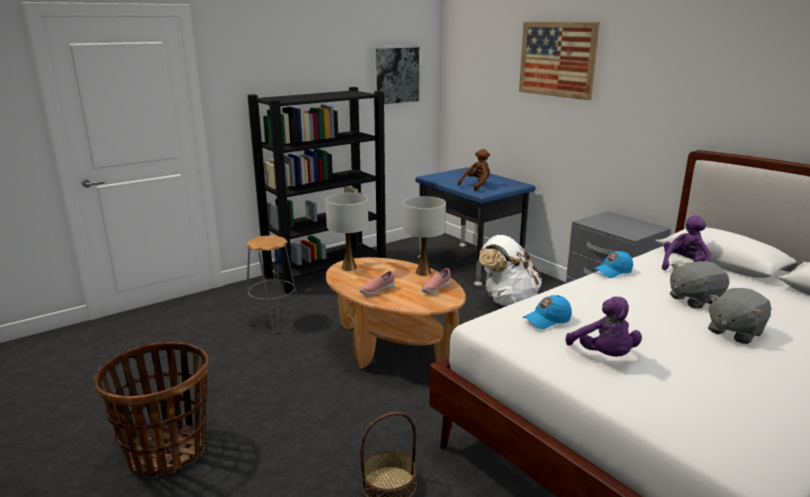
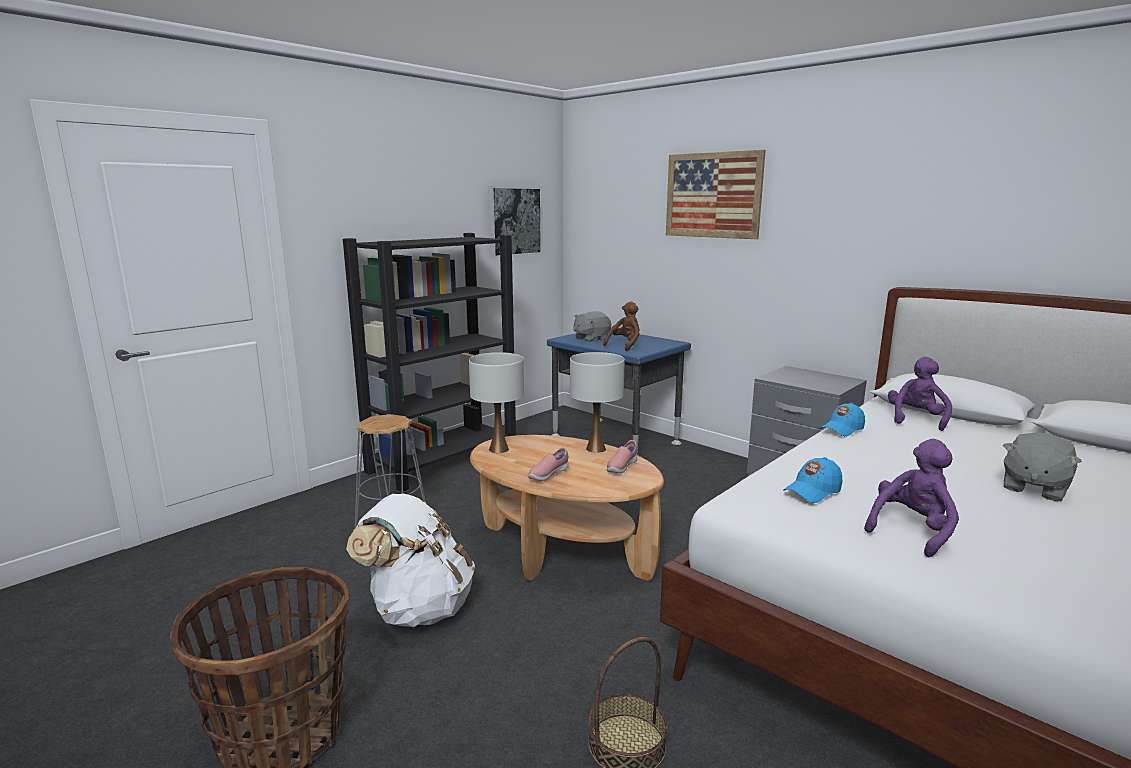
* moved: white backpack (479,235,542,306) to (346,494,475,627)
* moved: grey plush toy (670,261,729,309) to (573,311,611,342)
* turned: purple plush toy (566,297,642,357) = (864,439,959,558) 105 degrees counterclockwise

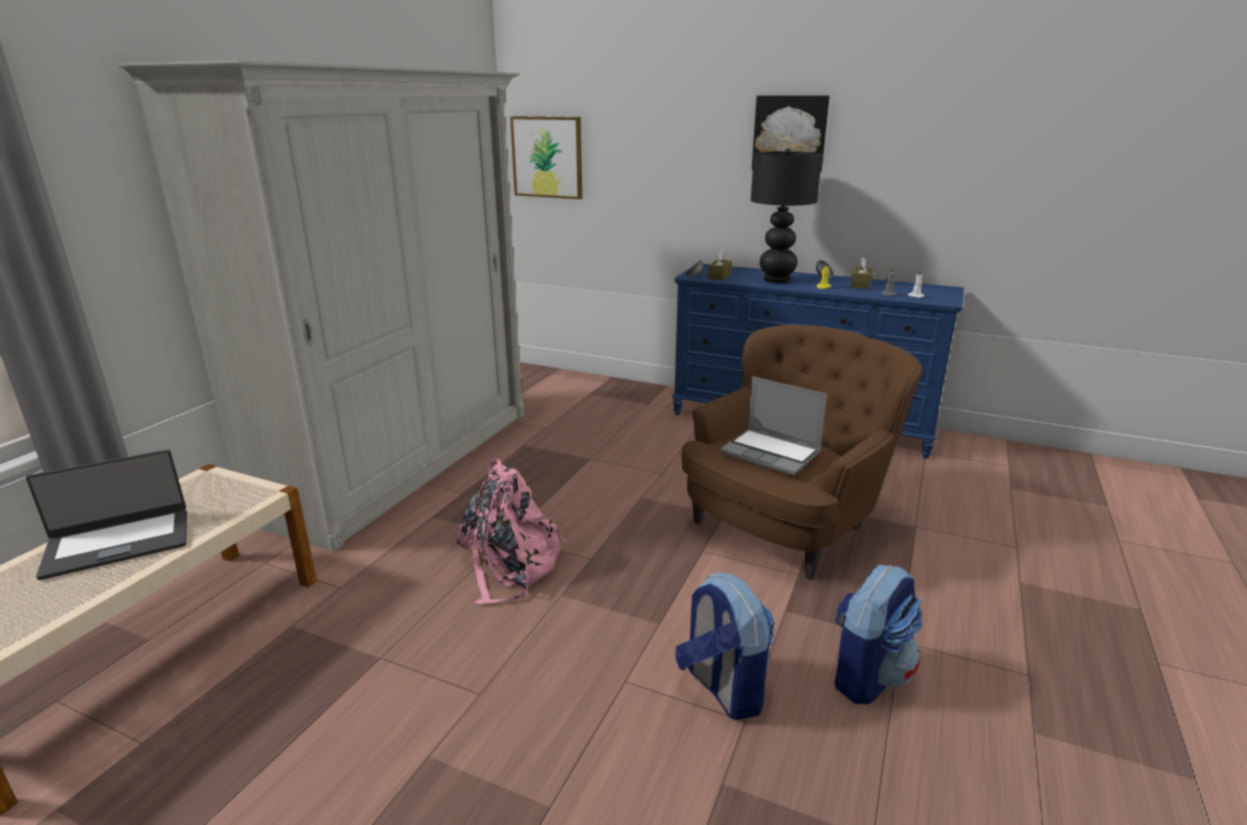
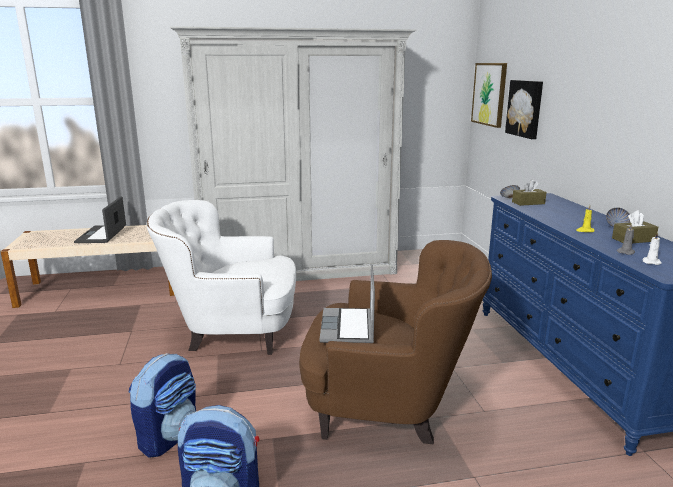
* turned: laptop (26,449,187,580) = (74,196,126,243) 60 degrees clockwise
* replaced: pink backpack (457,459,566,605) to white armchair (147,200,296,355)
* moved: picture (752,95,830,172) to (505,80,543,139)
* removed: black table lamp (751,148,822,283)

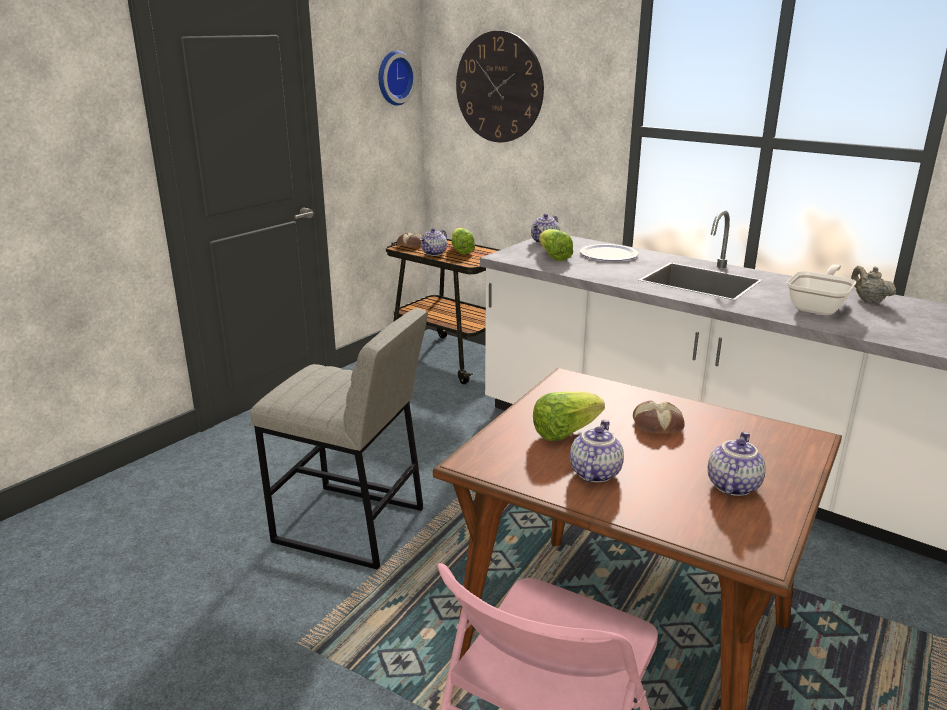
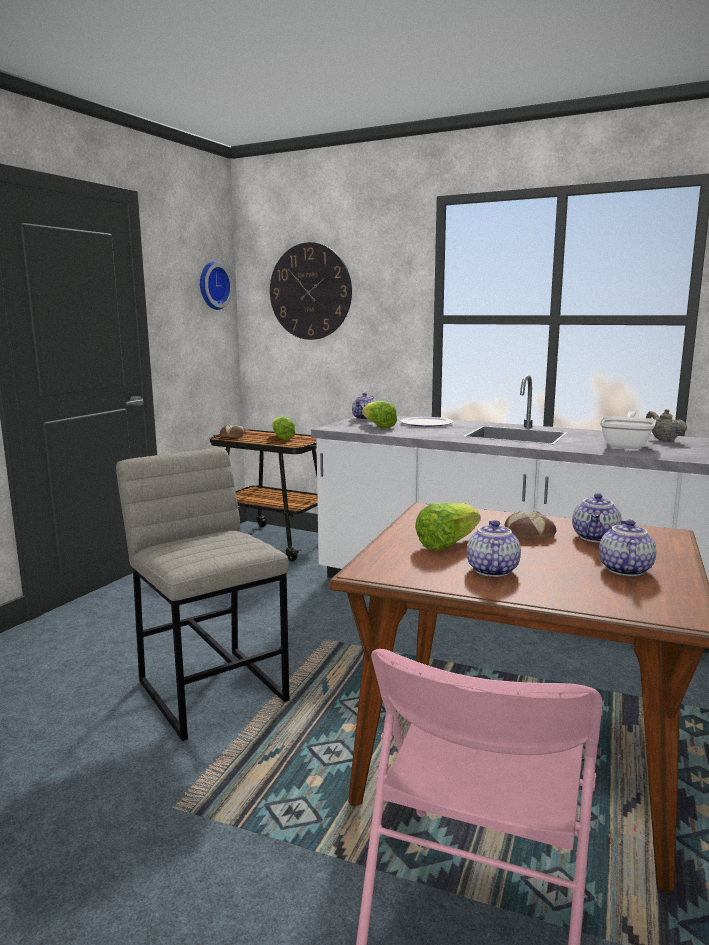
* turned: grey chair (250,308,428,570) = (116,448,289,741) 135 degrees counterclockwise
* moved: teapot (420,228,447,256) to (572,493,622,543)

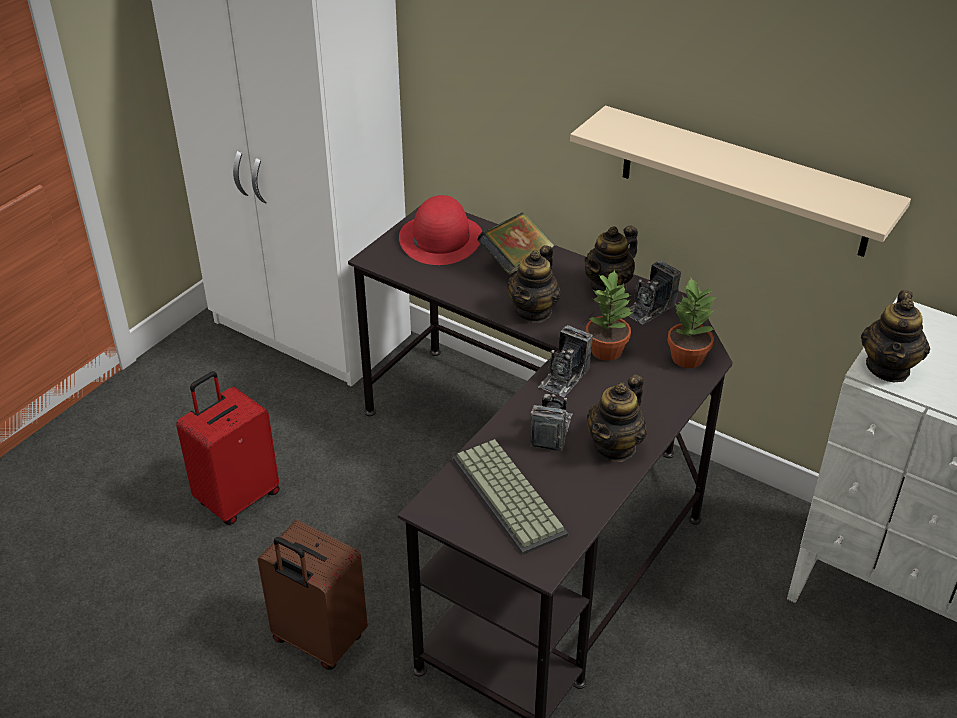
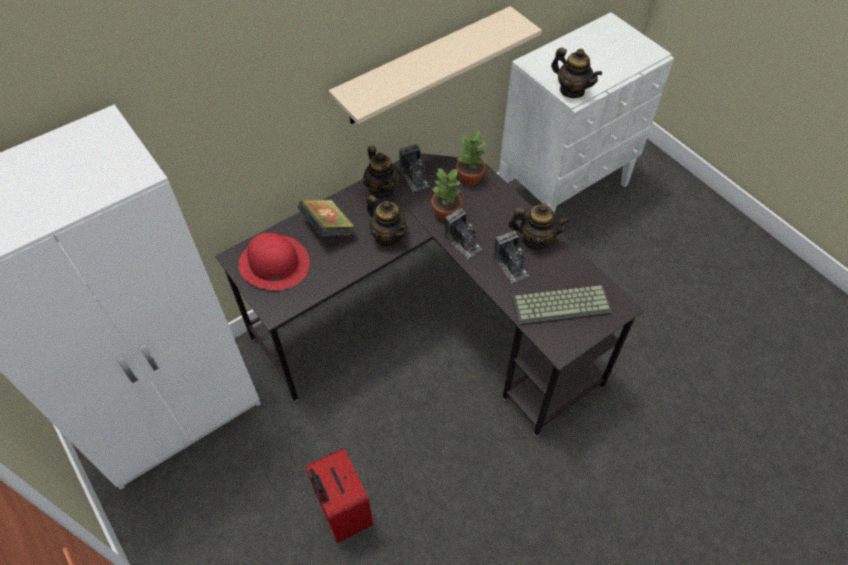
* turned: photo camera (530,392,573,451) = (494,231,529,284) 150 degrees counterclockwise
* turned: teapot (587,374,647,462) = (508,204,571,250) 45 degrees counterclockwise
* removed: brown suitcase (258,520,368,670)

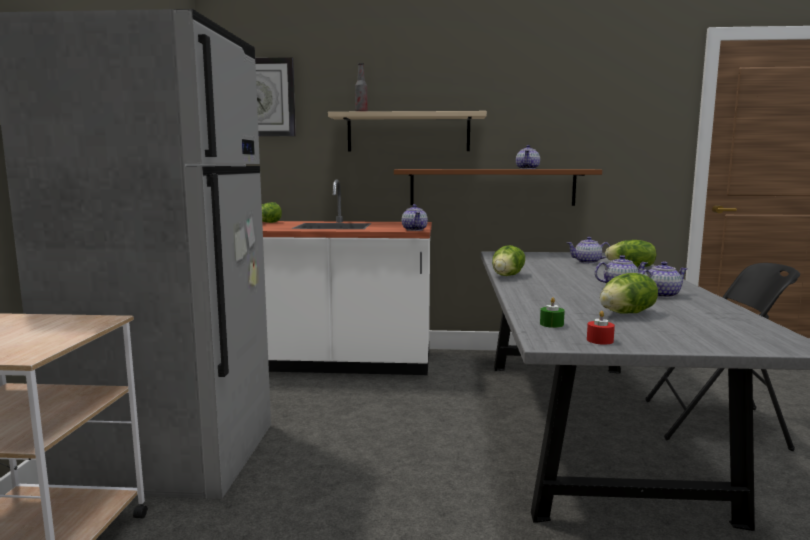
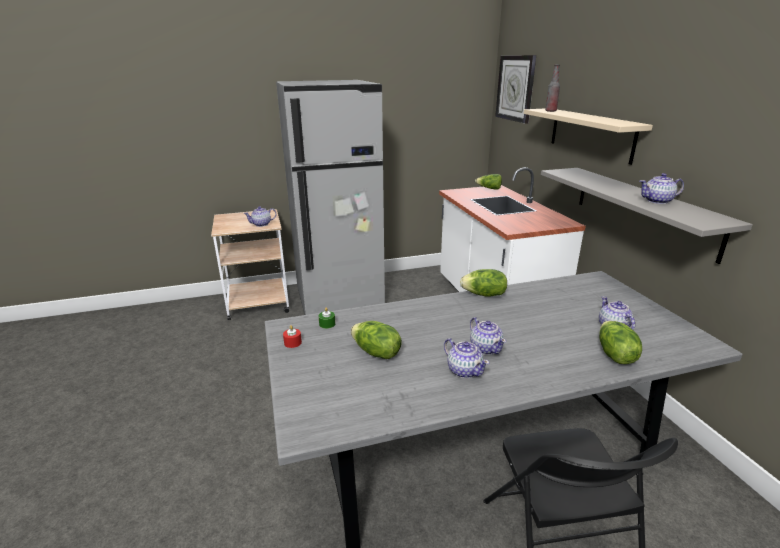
* moved: teapot (402,204,428,231) to (244,206,276,227)
* recoloured: brown shelf (394,169,602,206) to grey shelf (541,168,753,264)

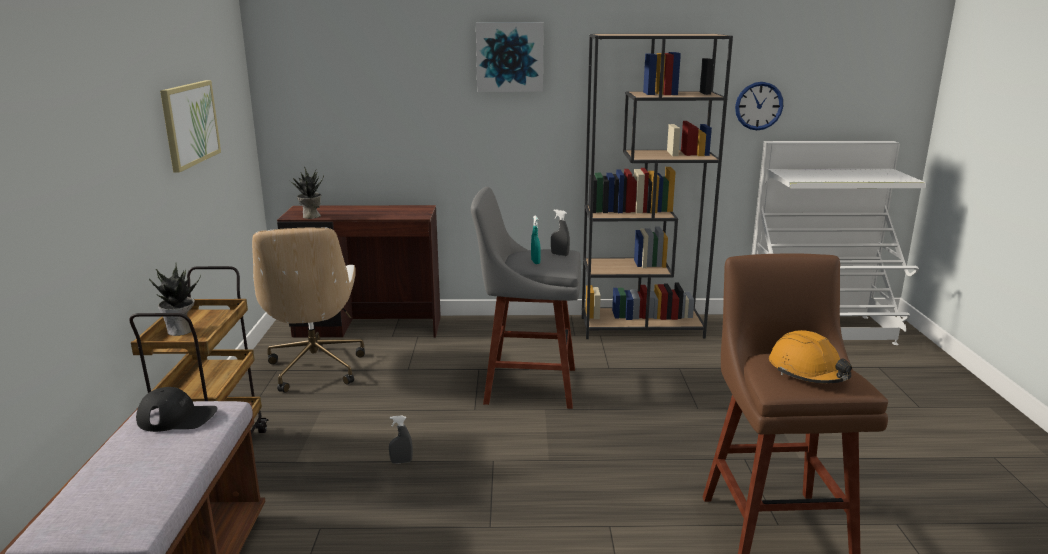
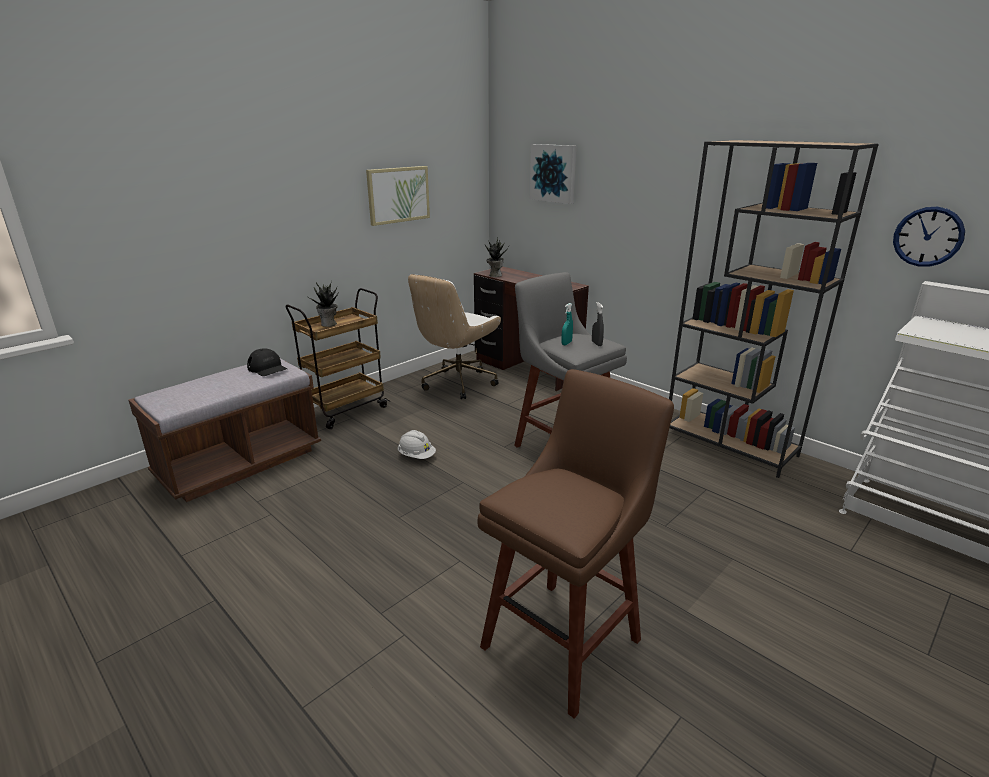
* replaced: grey spray bottle (389,415,413,464) to white hard hat (398,430,436,459)
* moved: picture (476,22,544,92) to (530,144,576,204)
* removed: orange hard hat (769,330,852,383)

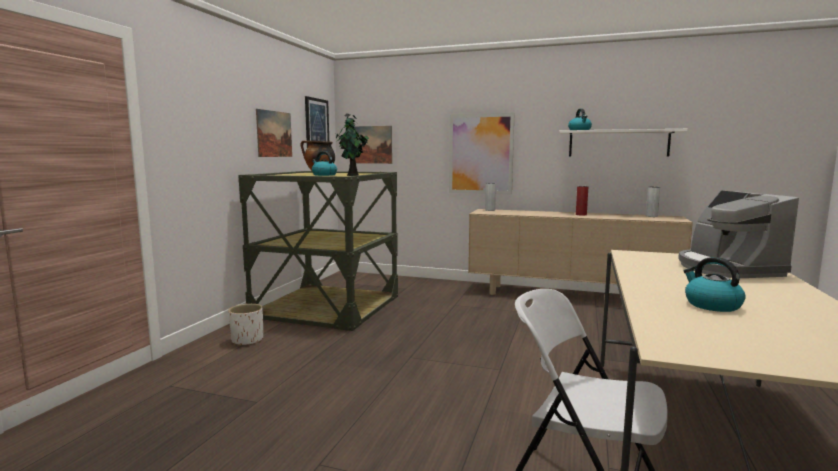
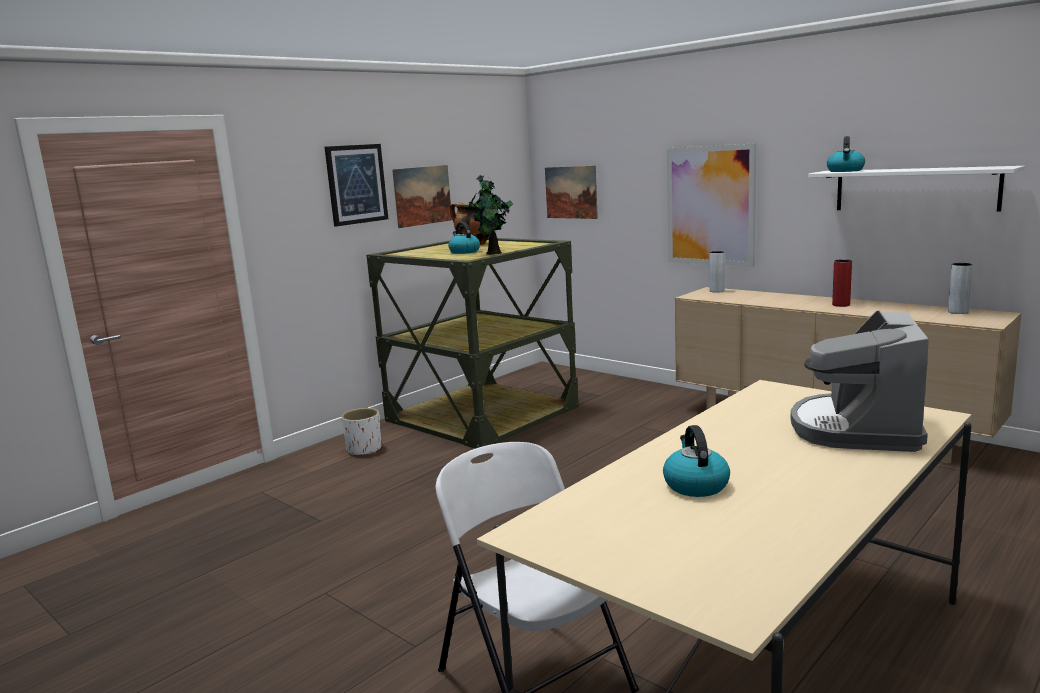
* moved: picture (305,96,329,147) to (325,144,388,226)

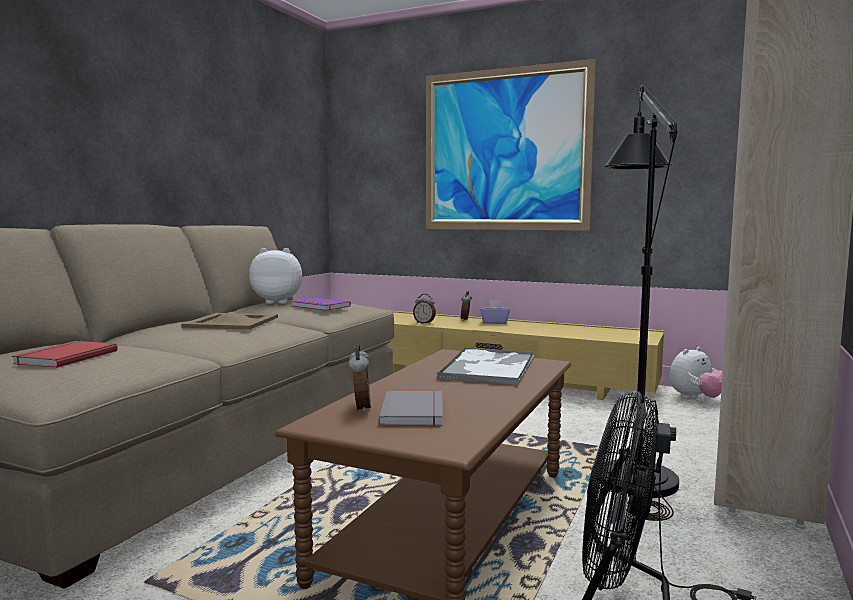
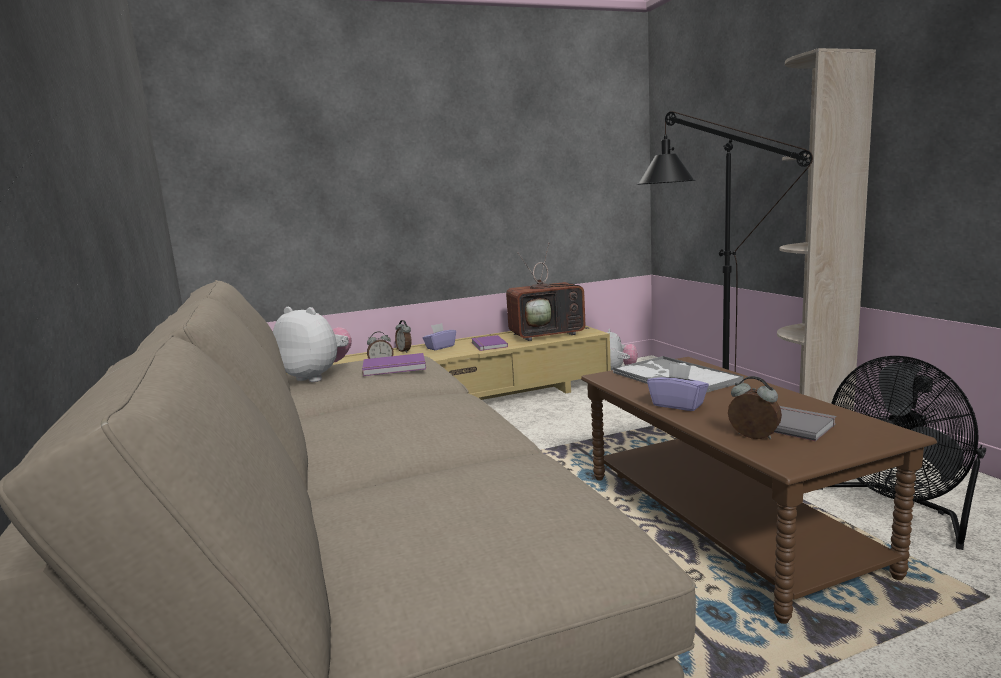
* turned: plush toy (249,248,302,304) = (273,307,352,382) 75 degrees clockwise
* added: purple book (471,335,508,351)
* added: television (506,243,588,341)
* added: purple tissue box (647,363,709,411)
* removed: red book (12,341,118,368)
* removed: beige tray (181,312,278,330)
* removed: picture (426,59,596,231)

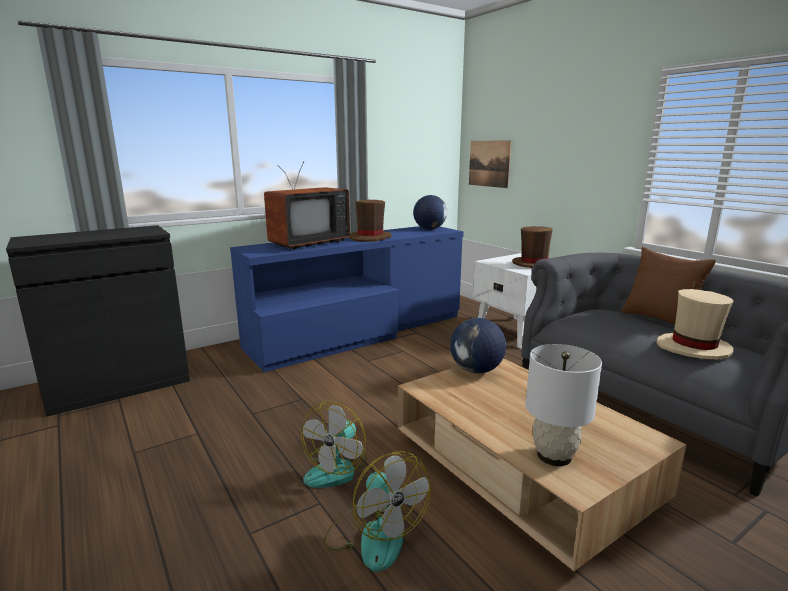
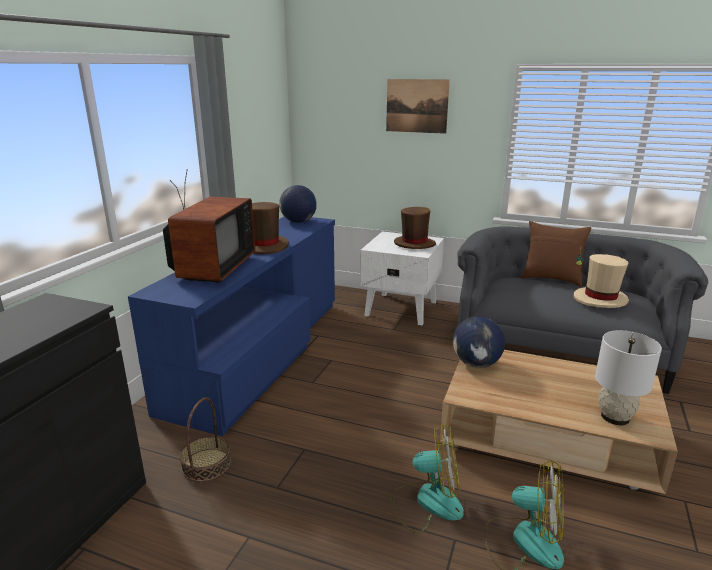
* added: basket (180,397,231,482)
* moved: picture (469,140,512,188) to (386,79,450,134)
* turned: fan (301,402,366,488) = (392,424,464,533) 75 degrees counterclockwise

